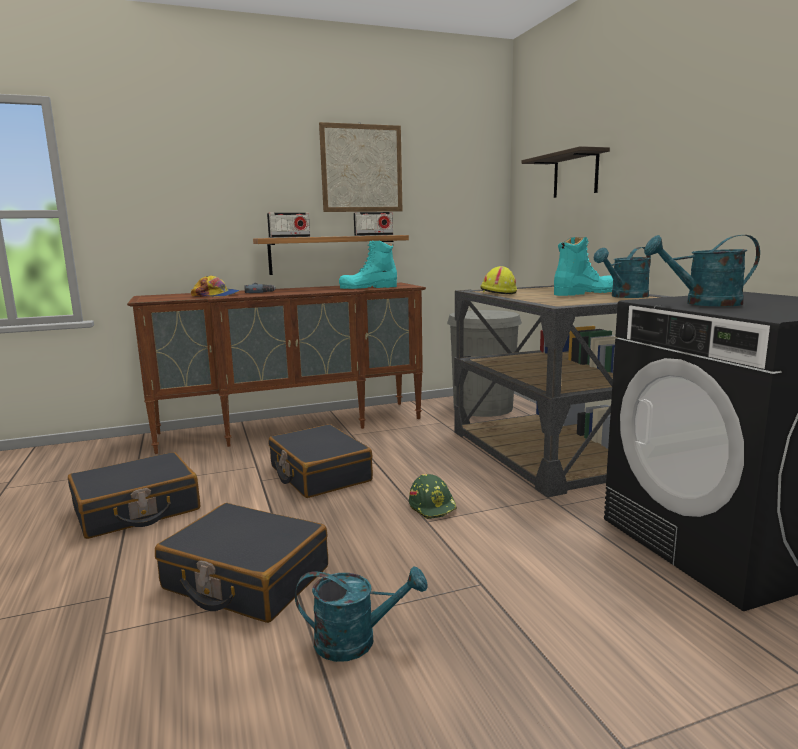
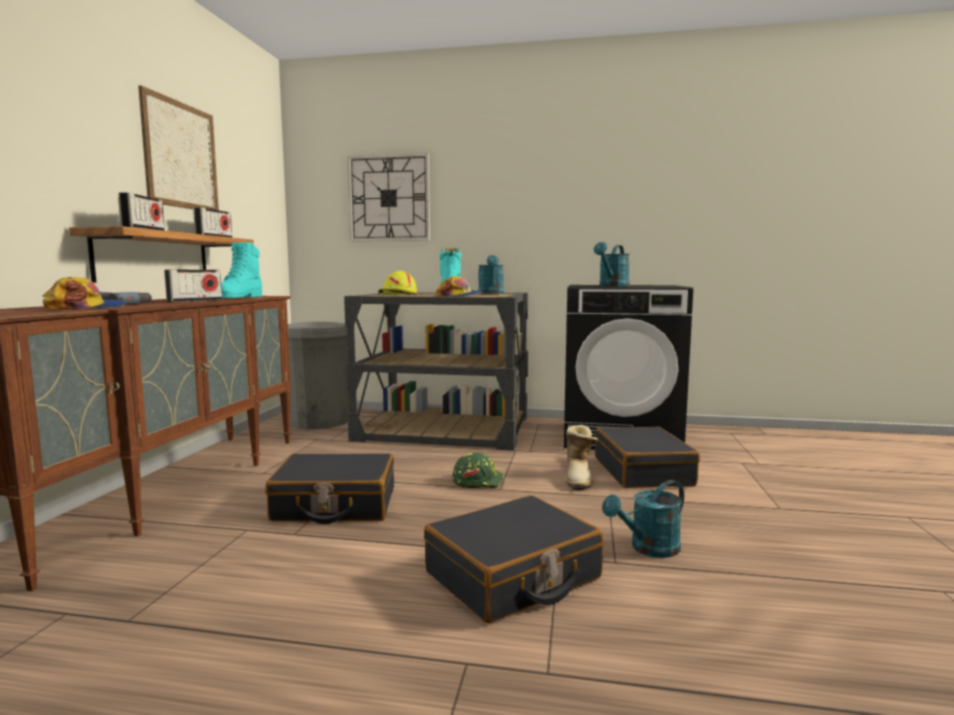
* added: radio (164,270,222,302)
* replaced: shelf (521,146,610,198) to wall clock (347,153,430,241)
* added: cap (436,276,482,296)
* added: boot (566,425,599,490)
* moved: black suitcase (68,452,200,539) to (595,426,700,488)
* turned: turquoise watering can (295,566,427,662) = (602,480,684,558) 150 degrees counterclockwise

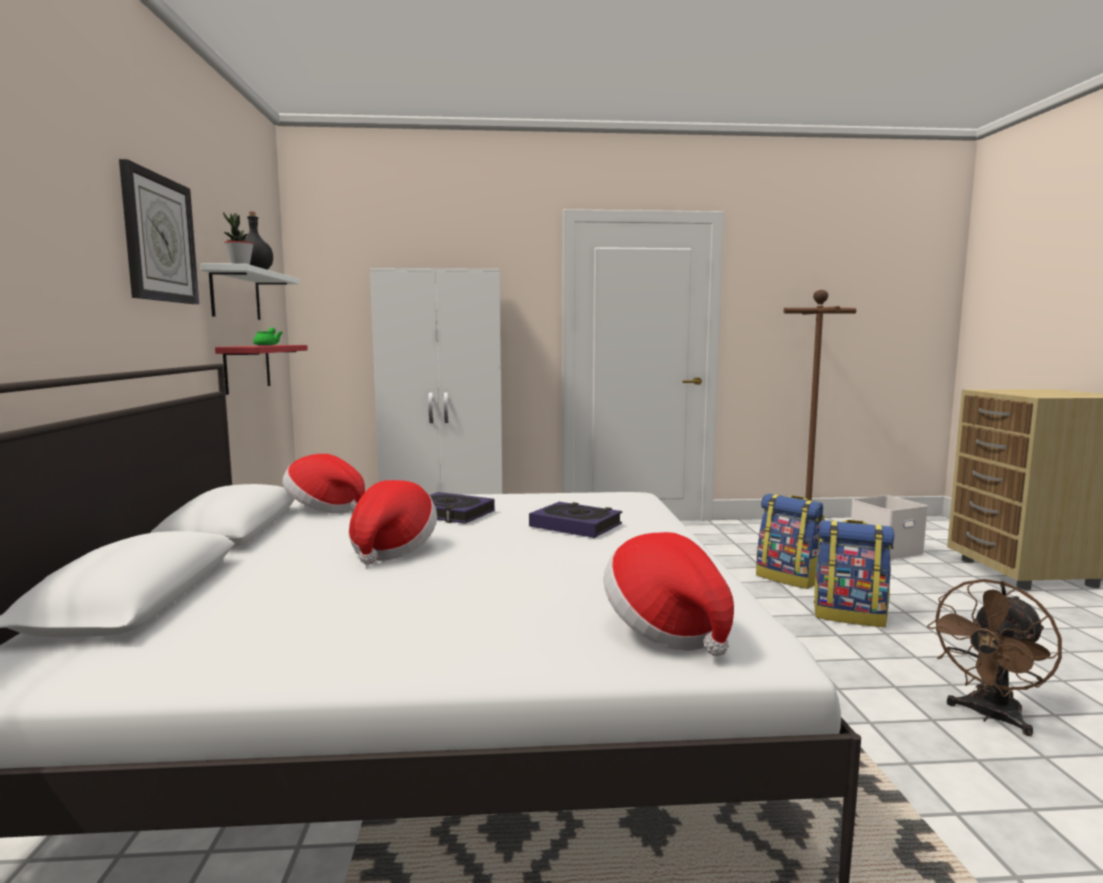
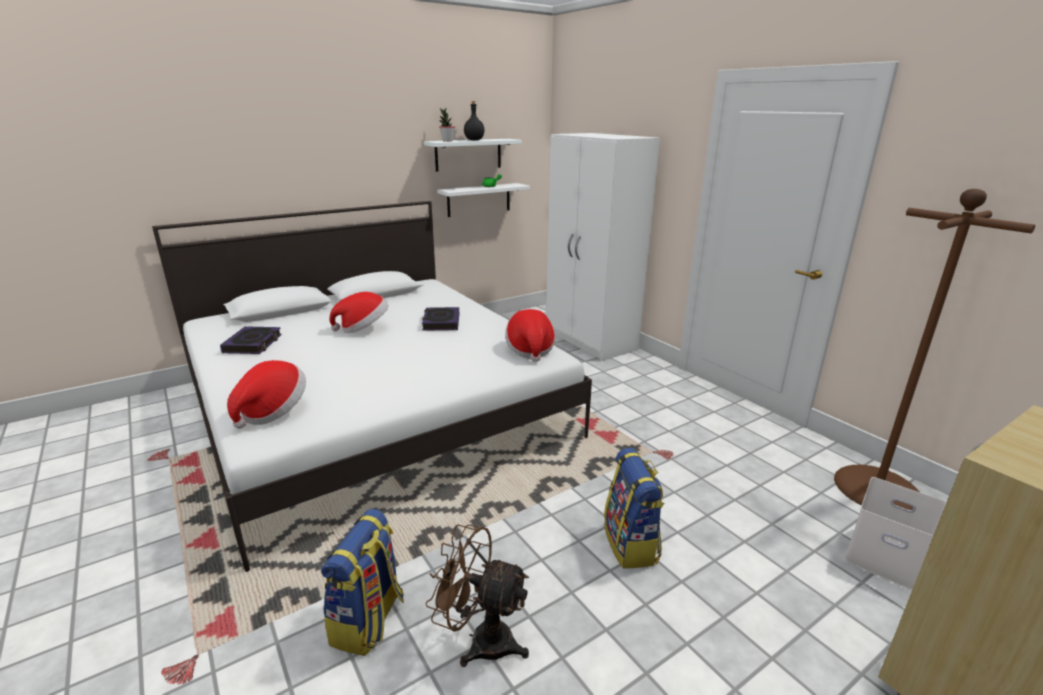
* moved: book (529,502,622,538) to (220,326,282,354)
* moved: backpack (756,494,825,589) to (321,509,404,656)
* recoloured: red shelf (215,345,308,395) to white shelf (437,183,530,217)
* moved: hat (282,454,365,513) to (505,309,555,362)
* removed: wall clock (119,159,199,304)

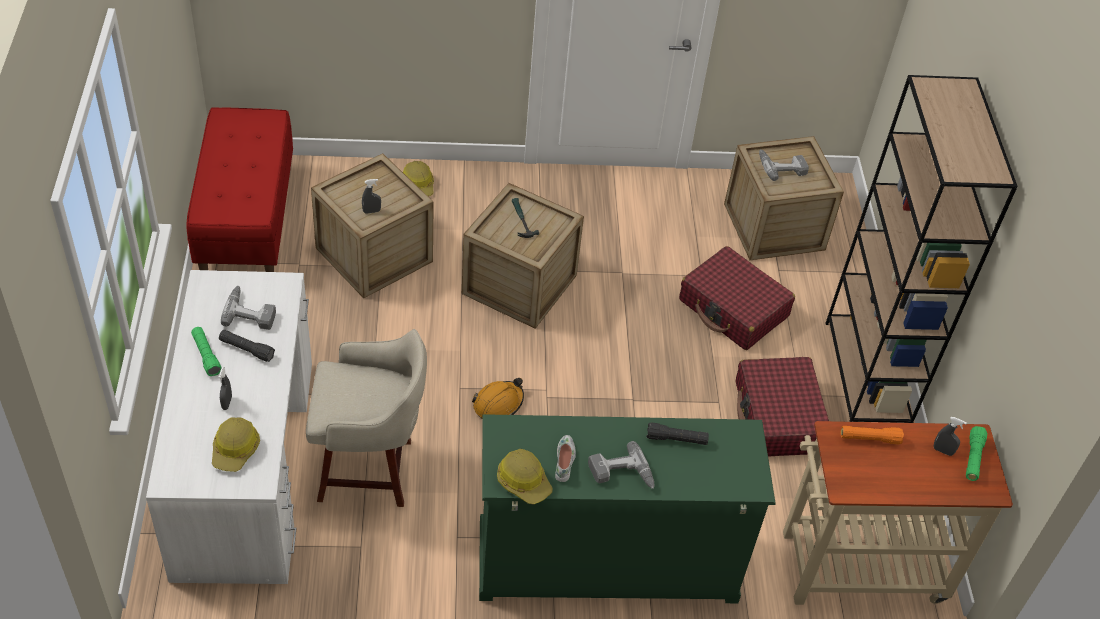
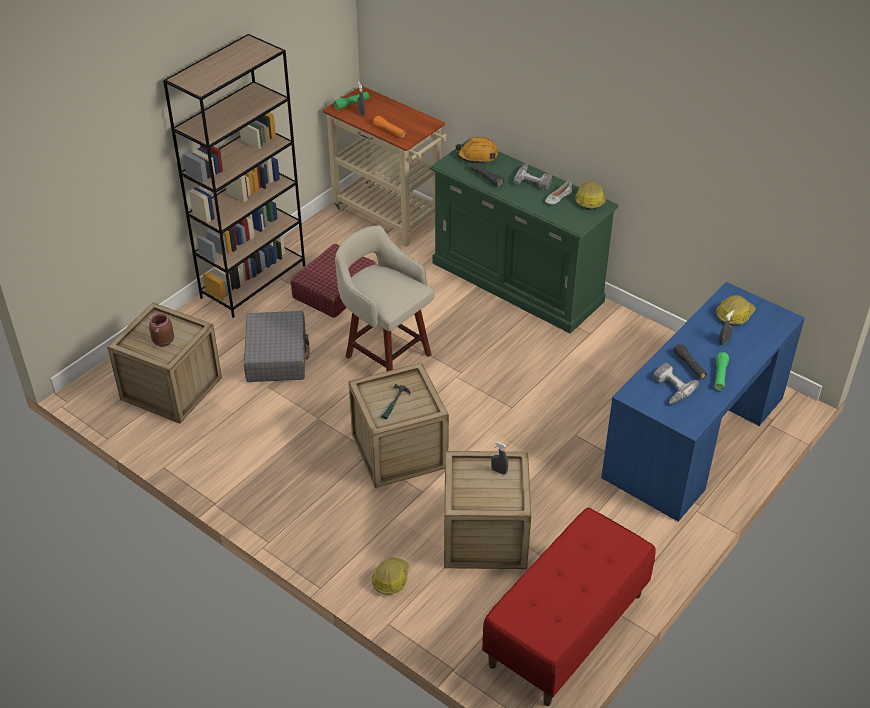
* replaced: power drill (759,149,809,181) to brown jar (149,314,174,347)
* recoloured: red suitcase (679,246,795,350) to grey suitcase (244,311,309,382)
* moved: beige stool (306,329,427,507) to (335,225,434,371)
* moved: orange hard hat (472,378,524,419) to (455,137,498,163)
* recoloured: white desk (146,270,312,584) to blue desk (601,282,805,522)

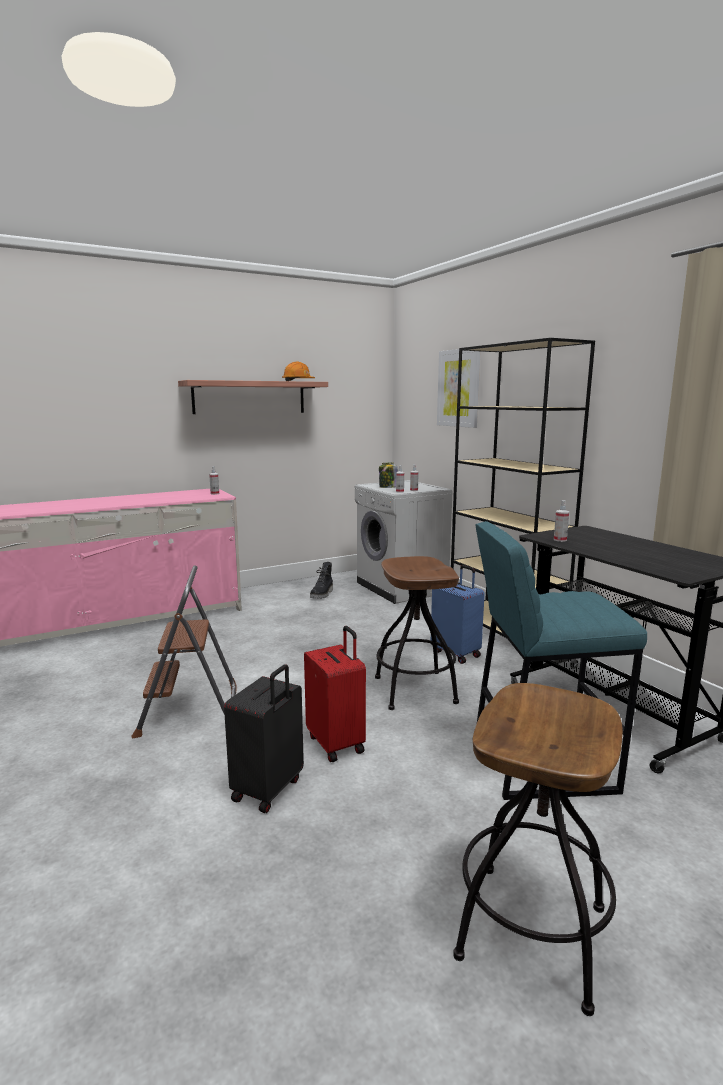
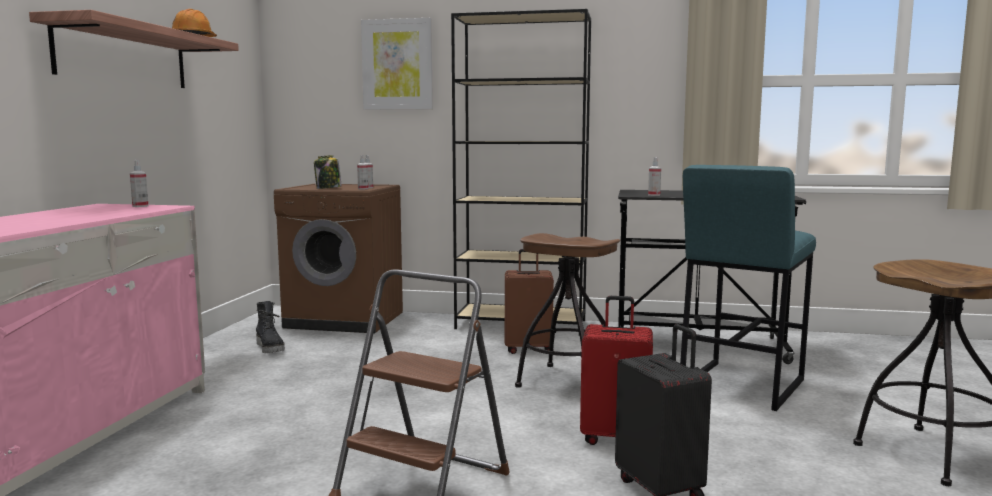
* recoloured: white washing machine (355,480,452,604) to brown washing machine (274,184,403,333)
* recoloured: blue suitcase (431,565,485,664) to brown suitcase (505,249,554,354)

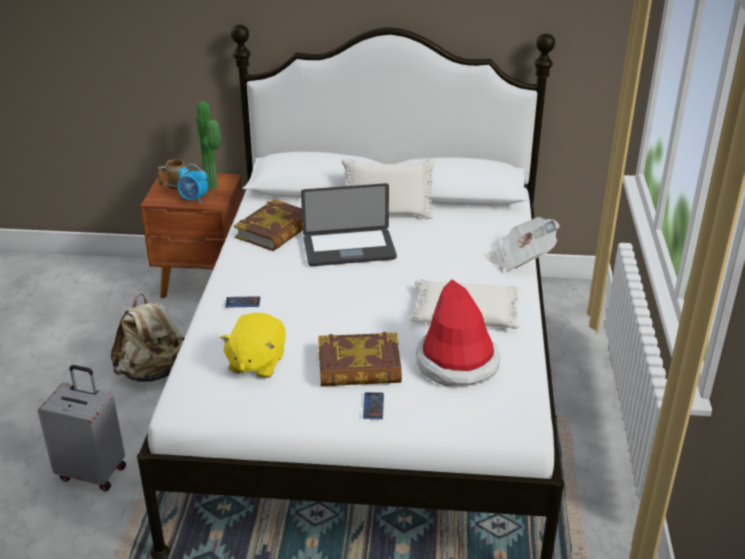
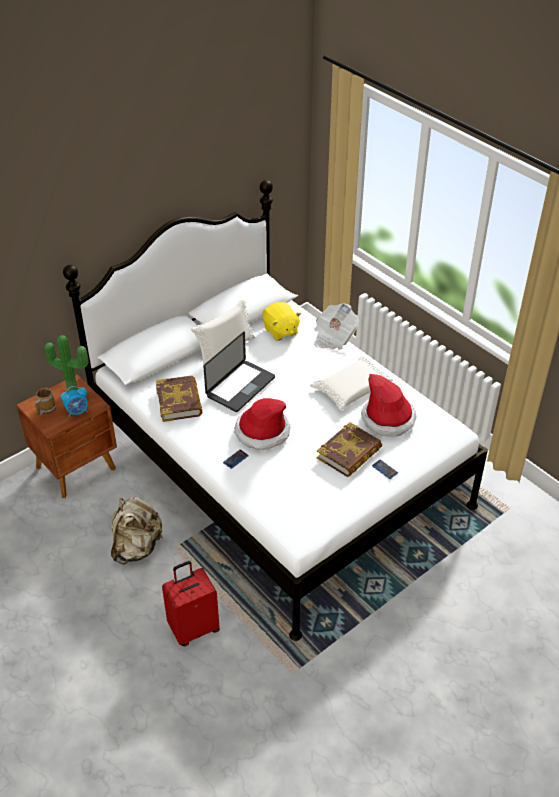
* recoloured: grey suitcase (38,365,126,491) to red suitcase (162,561,220,646)
* added: hat (235,398,290,450)
* moved: yellow plush toy (220,313,286,378) to (262,302,301,341)

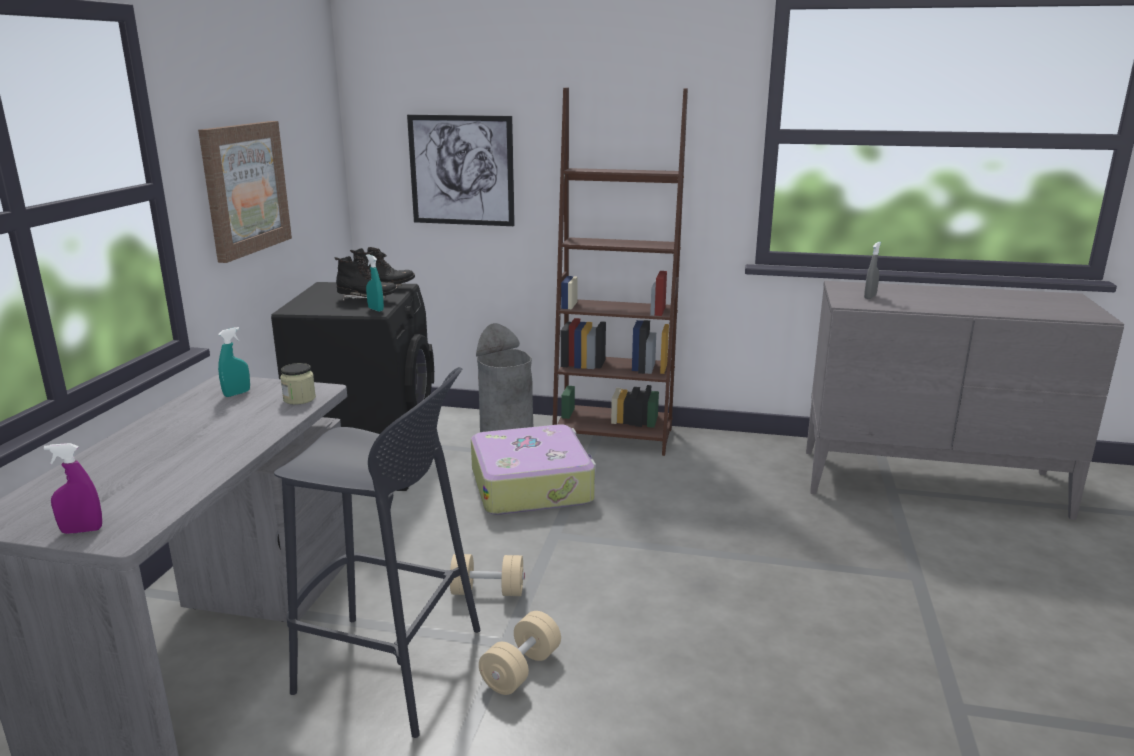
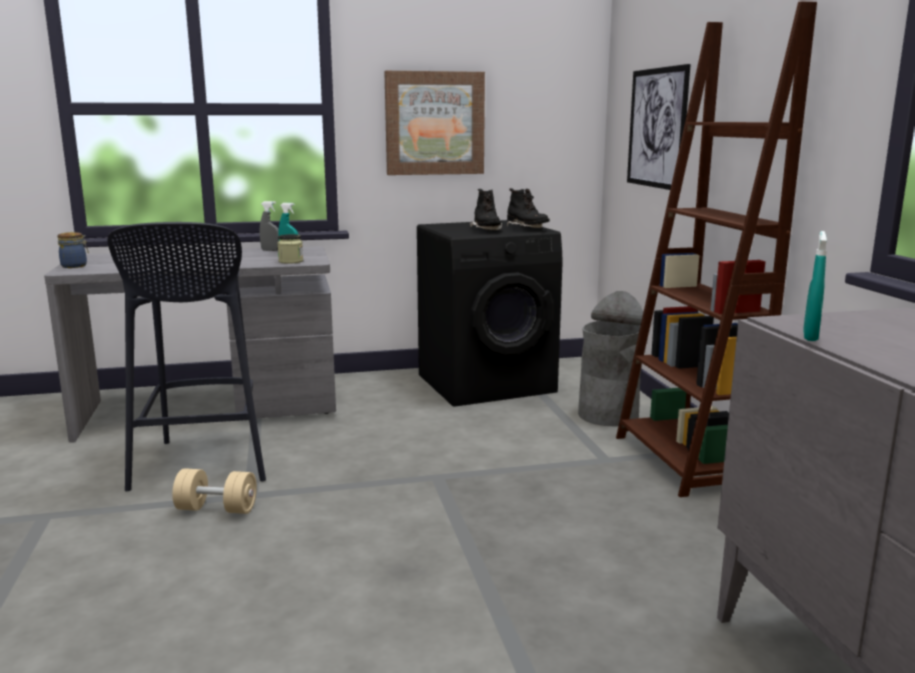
* replaced: purple spray bottle (44,443,102,534) to jar (57,232,89,268)
* moved: grey spray bottle (864,242,881,299) to (259,201,279,251)
* moved: turquoise spray bottle (366,254,384,312) to (803,231,827,341)
* removed: beige dumbbell (450,554,525,596)
* removed: suitcase (471,424,596,515)

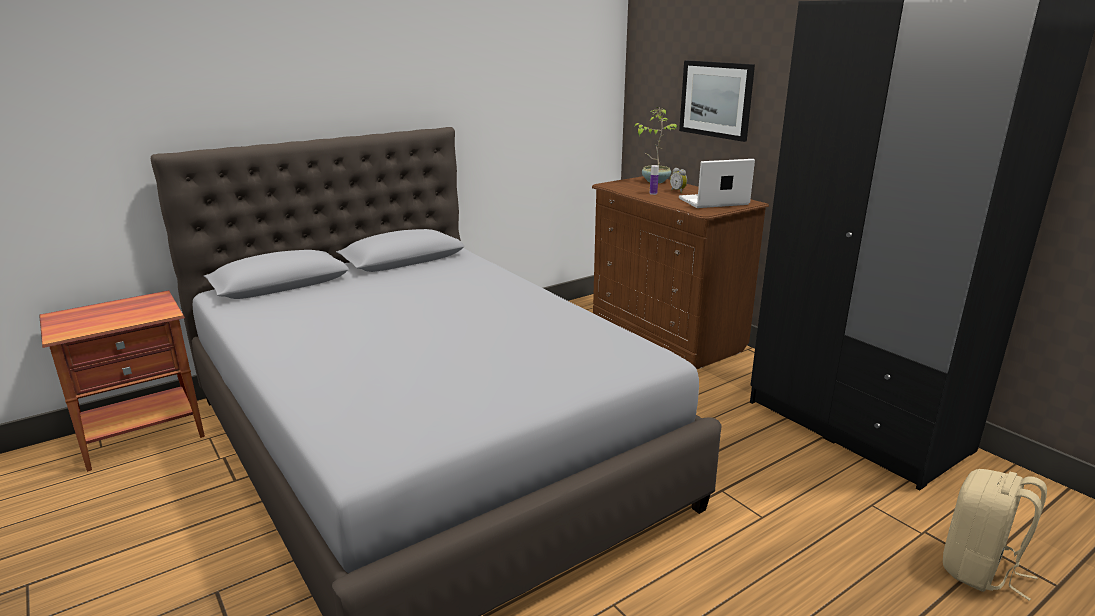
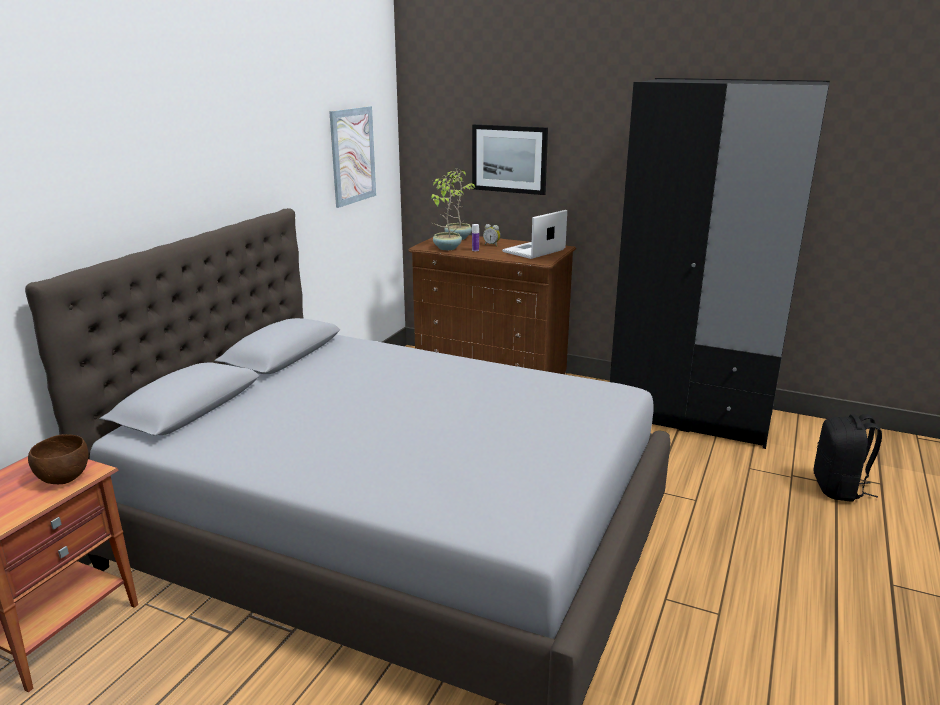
* added: brown bowl (28,434,88,484)
* added: picture (329,106,376,208)
* added: potted plant (431,175,465,250)
* recoloured: beige backpack (943,469,1047,601) to black backpack (814,414,882,502)

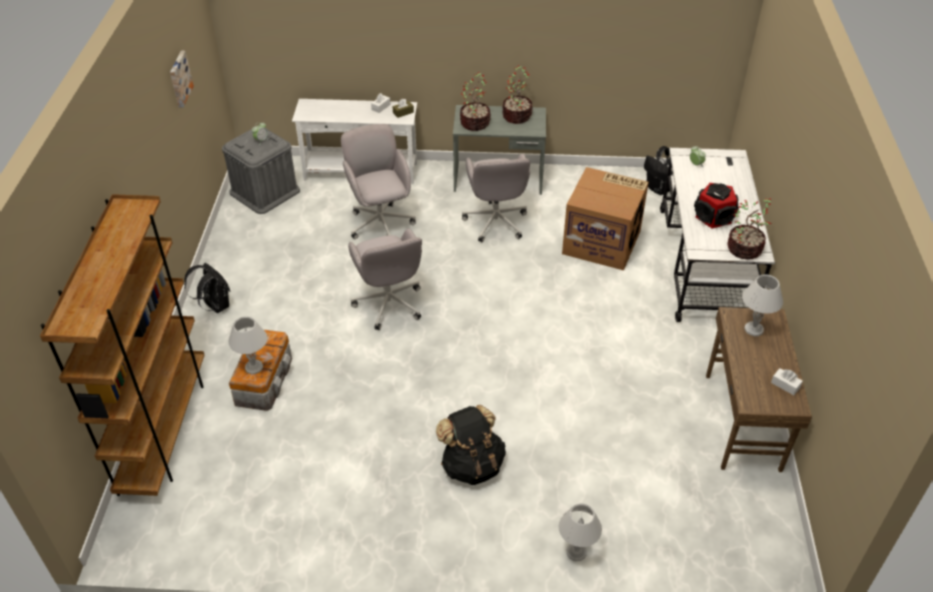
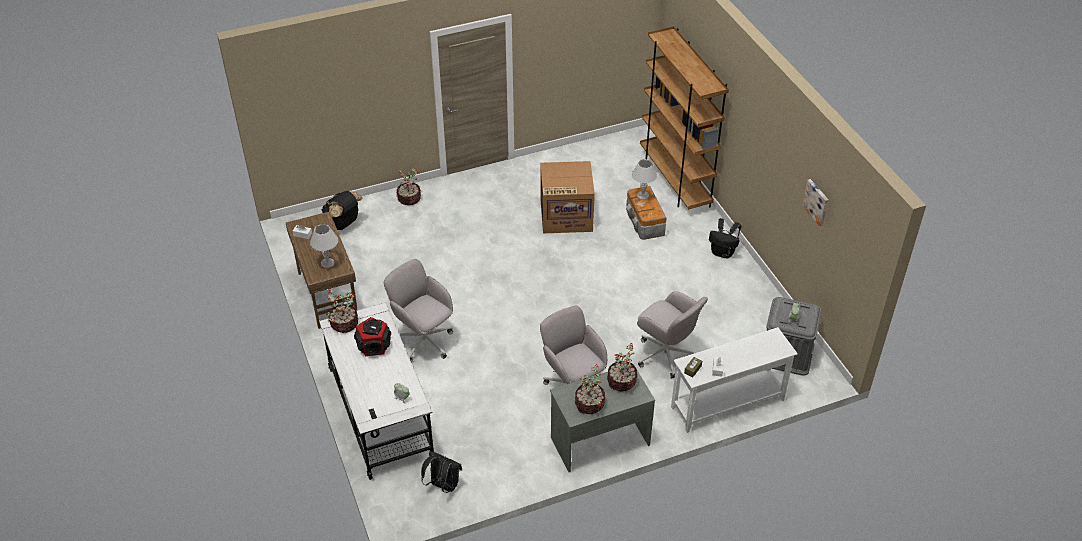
* moved: black backpack (436,405,506,485) to (321,191,363,230)
* moved: grey office chair (348,228,422,330) to (384,259,453,363)
* replaced: white table lamp (559,503,602,561) to potted plant (397,167,421,205)
* moved: cardboard box (562,167,649,270) to (541,161,595,233)

